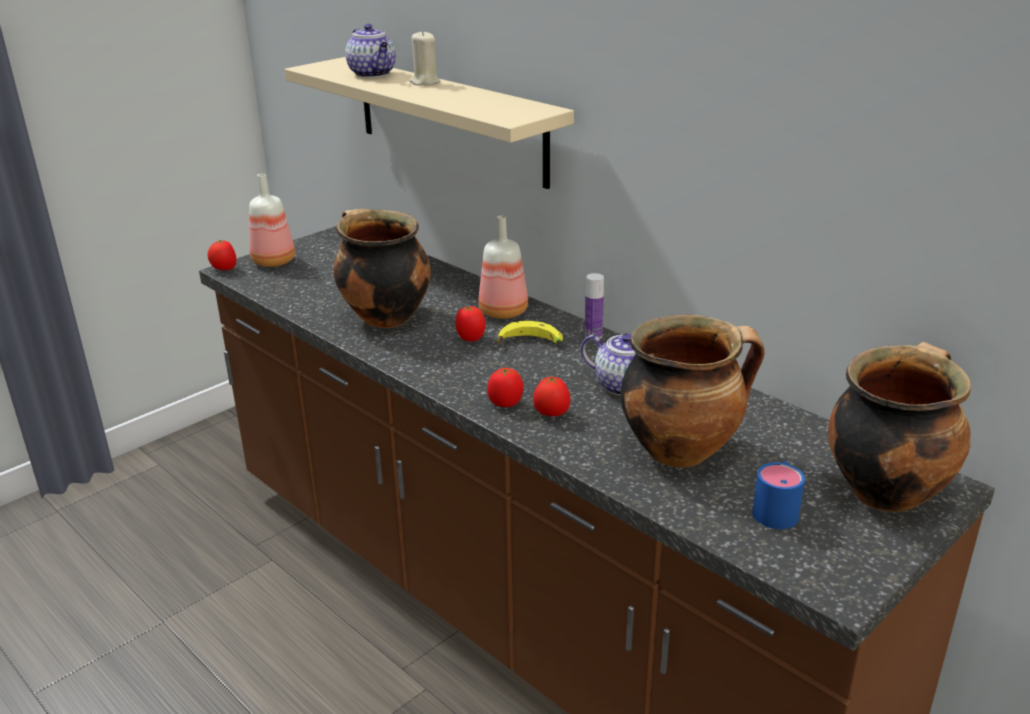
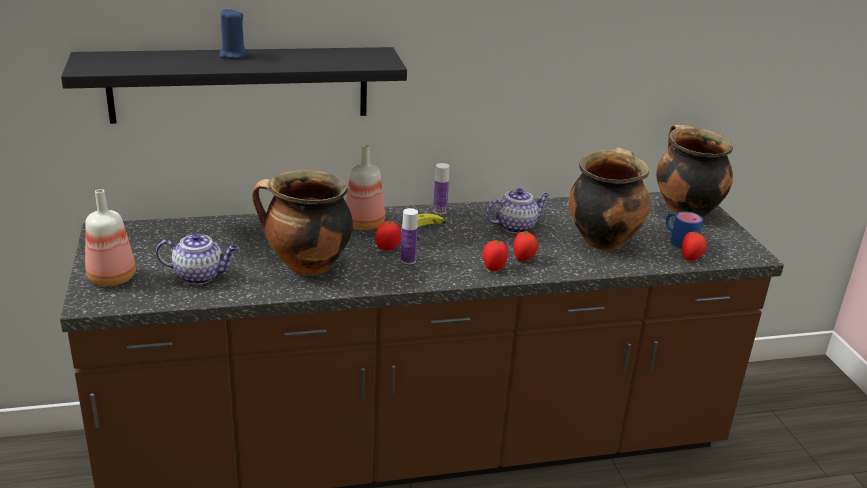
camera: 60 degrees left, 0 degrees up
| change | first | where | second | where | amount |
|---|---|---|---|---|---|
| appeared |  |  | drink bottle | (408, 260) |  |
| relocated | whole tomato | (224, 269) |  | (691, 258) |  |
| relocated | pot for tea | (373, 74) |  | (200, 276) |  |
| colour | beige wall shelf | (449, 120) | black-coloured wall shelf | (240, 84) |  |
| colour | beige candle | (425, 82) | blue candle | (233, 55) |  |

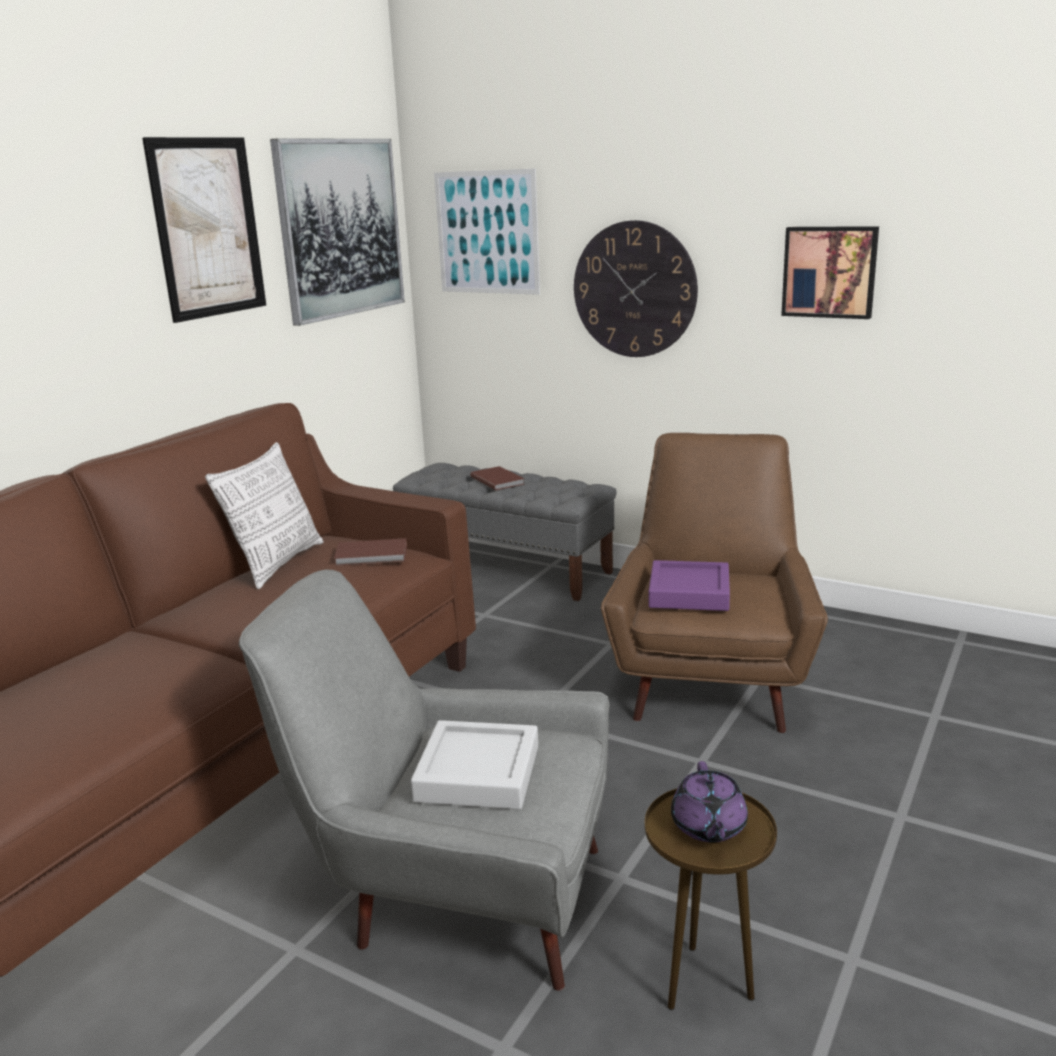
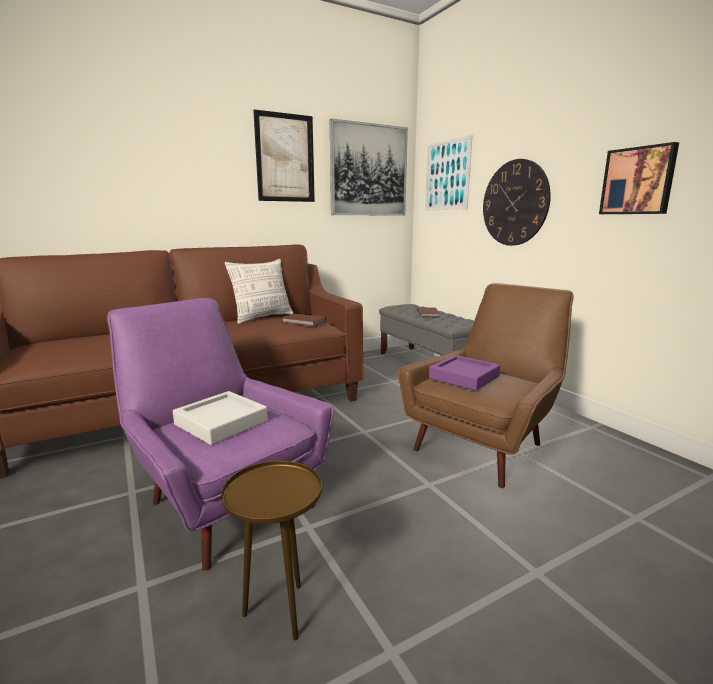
camera: 30 degrees right, 5 degrees down
| change | first | where | second | where | amount |
|---|---|---|---|---|---|
| missing | purplish pot for tea | (708, 827) |  |  |  |
| colour | greyish armchair | (457, 896) | purplish armchair | (221, 499) |  |

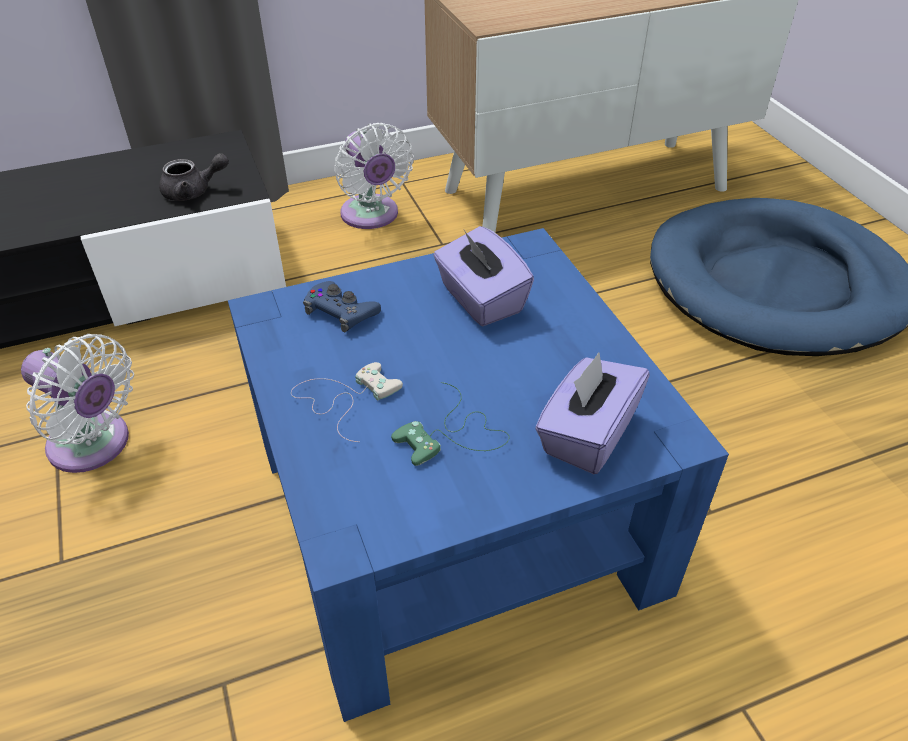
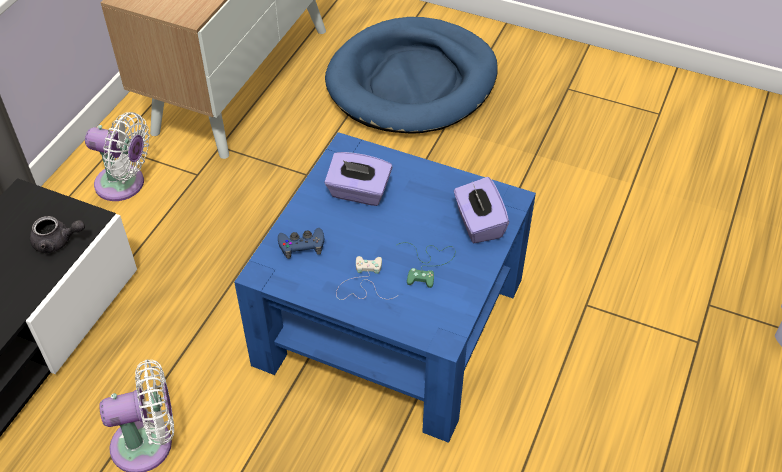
camera: 45 degrees left, 5 degrees up
| change | first | where | second | where | amount |
|---|---|---|---|---|---|
| spun | greyish pot for tea | (193, 192) |  | (57, 242) | 60 degrees clockwise |

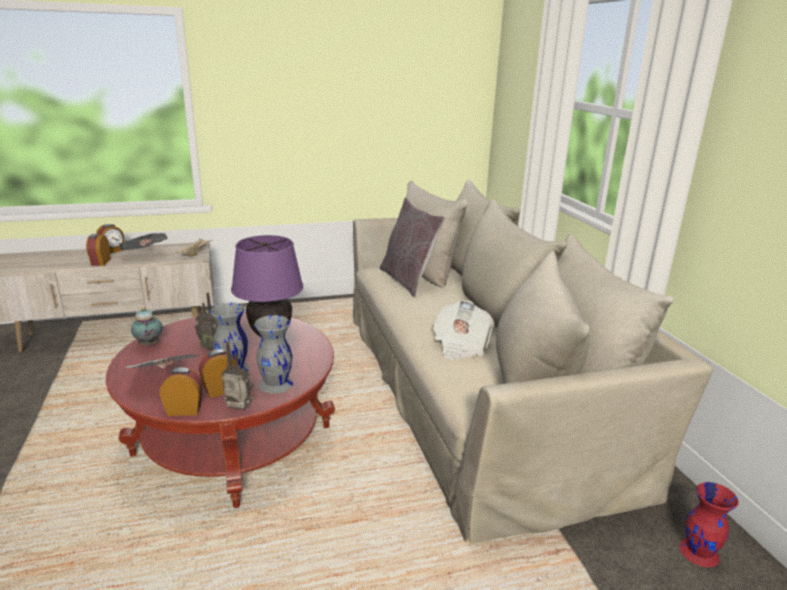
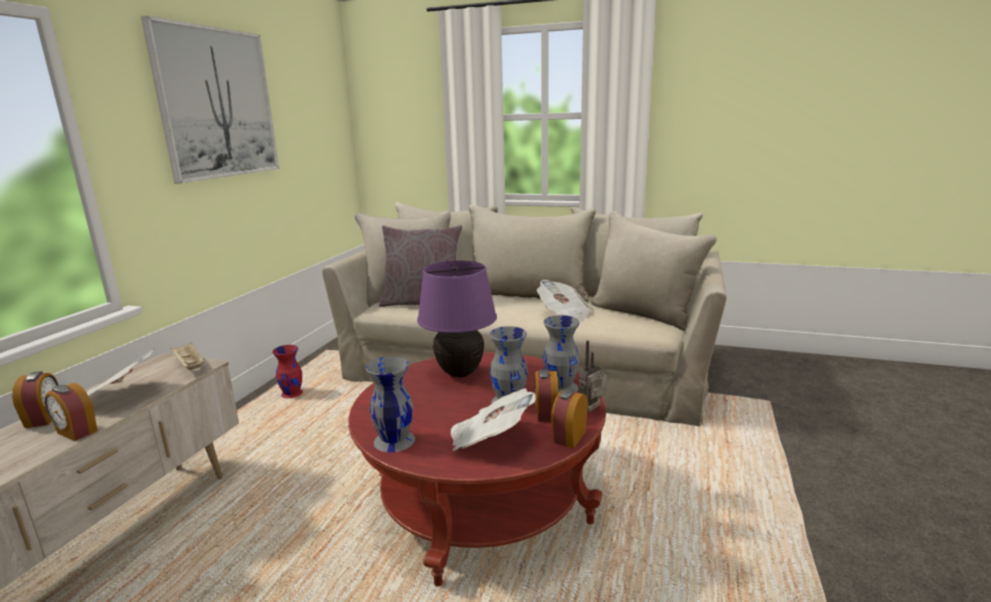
camera: 55 degrees left, 5 degrees down
| change | first | where | second | where | amount |
|---|---|---|---|---|---|
| missing | radio set | (210, 347) |  |  |  |
| appeared |  |  | wall picture | (217, 103) |  |
| relocated | red decorative vase | (699, 552) |  | (292, 394) |  |
| exchanged | pot for tea | (149, 345) | greyish decorative vase | (393, 440) |  |

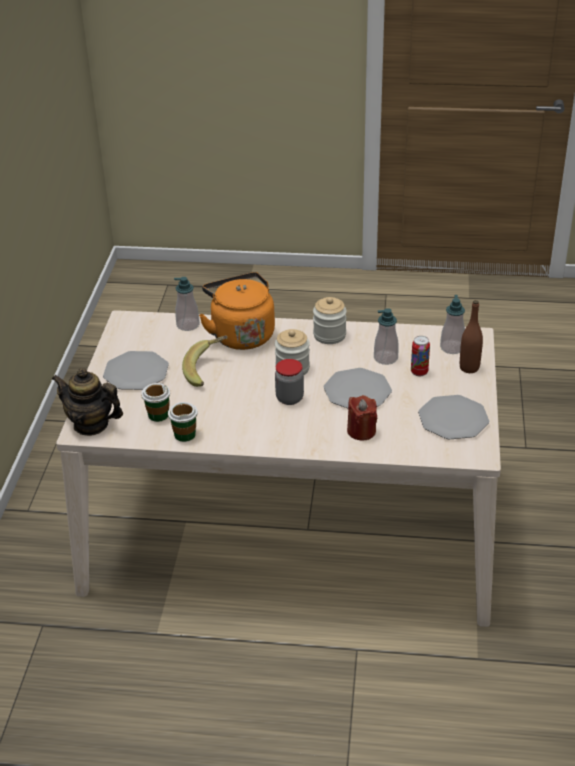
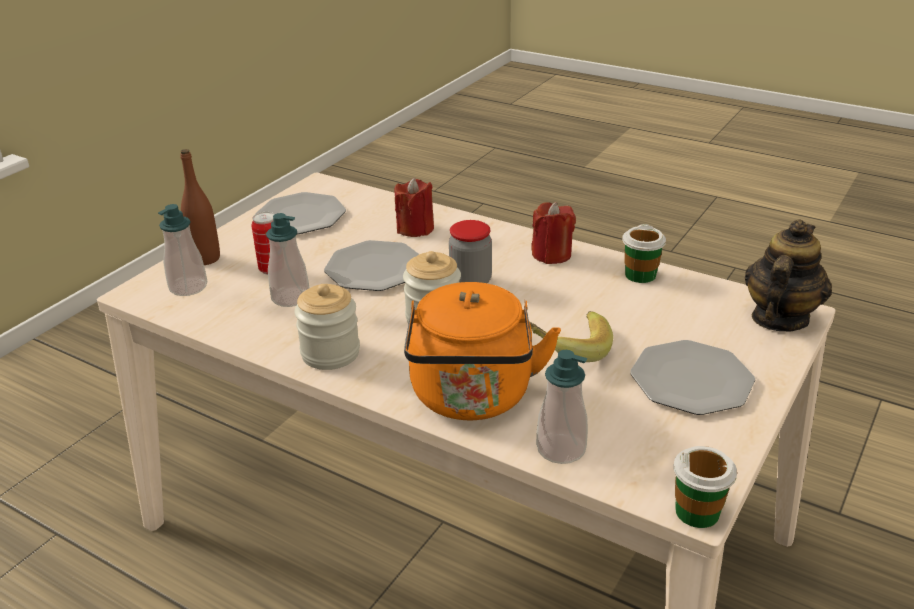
camera: 155 degrees left, 5 degrees down
| change | first | where | second | where | amount |
|---|---|---|---|---|---|
| appeared |  |  | red candle | (551, 254) |  |
| relocated | drinking cup | (158, 415) |  | (697, 512) |  |
| spun | pot for tea | (91, 424) |  | (779, 318) | 105 degrees counterclockwise |

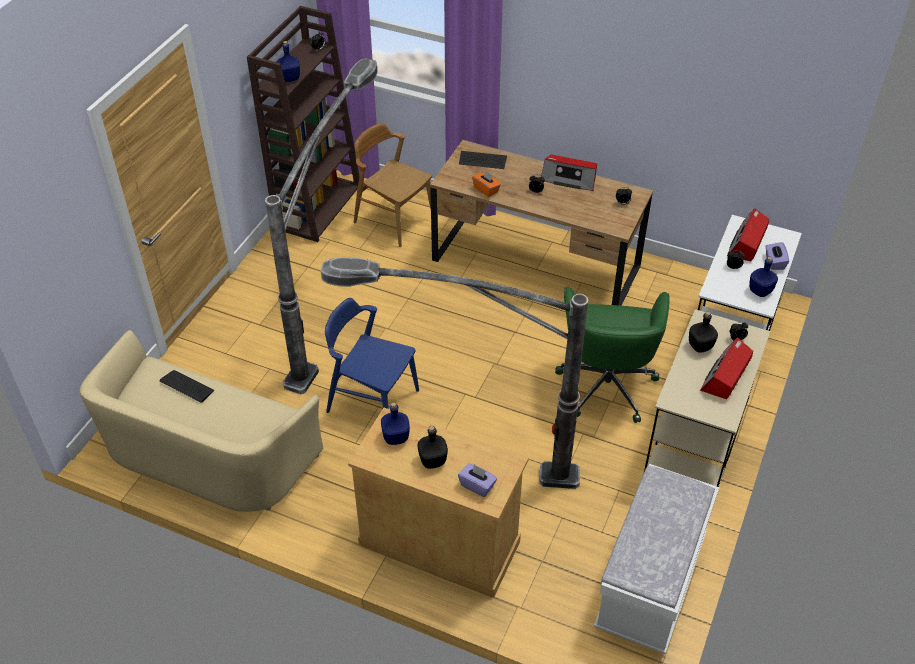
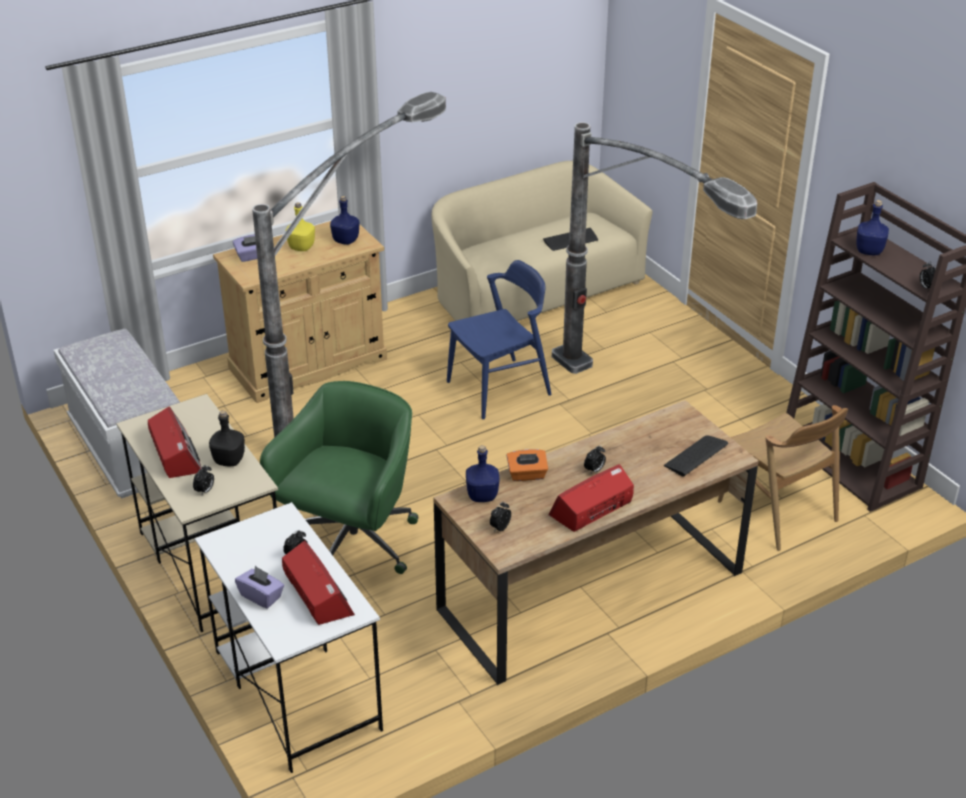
camera: 125 degrees right, 10 degrees down
| change | first | where | second | where | amount |
|---|---|---|---|---|---|
| relocated | orangey tissue holder | (486, 189) |  | (527, 475) |  |
| relocated | blue drink bottle | (760, 291) |  | (482, 495) |  |
| colour | black-coloured drink bottle | (432, 460) | yellow drink bottle | (302, 247) |  |
| spun | brown-coloured chair | (394, 220) |  | (777, 511) | 75 degrees clockwise |
| spun | green computer chair | (607, 384) |  | (351, 544) | 75 degrees clockwise |

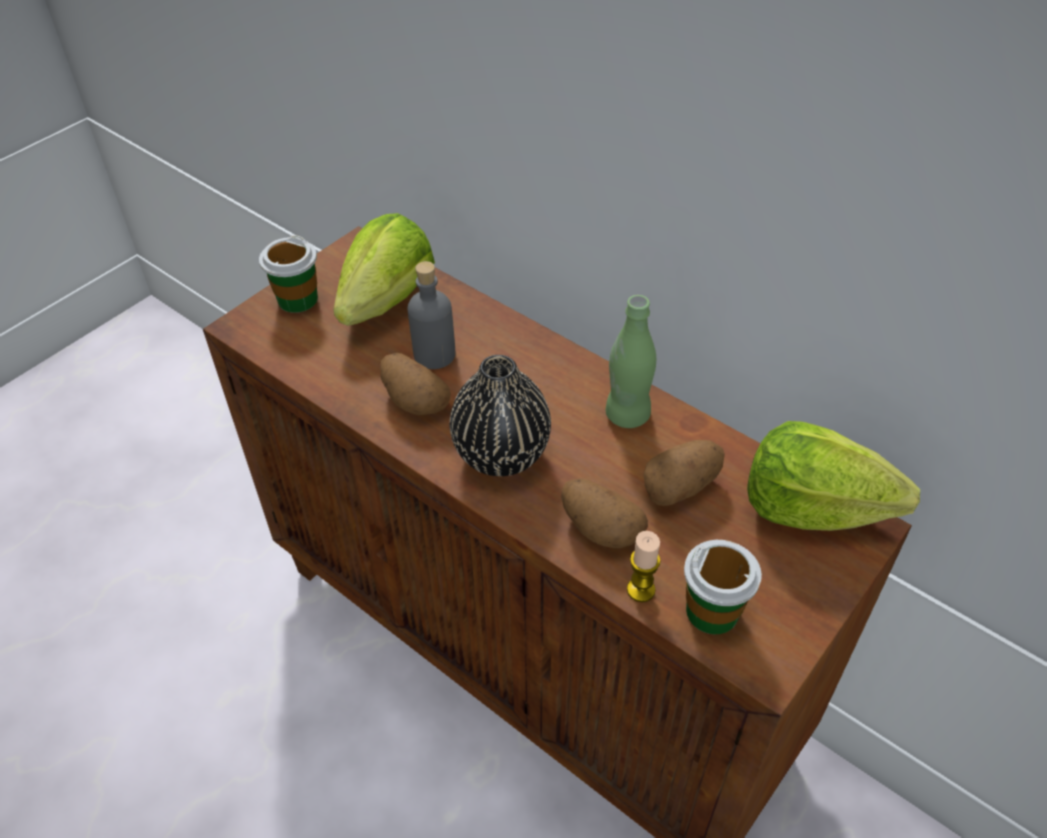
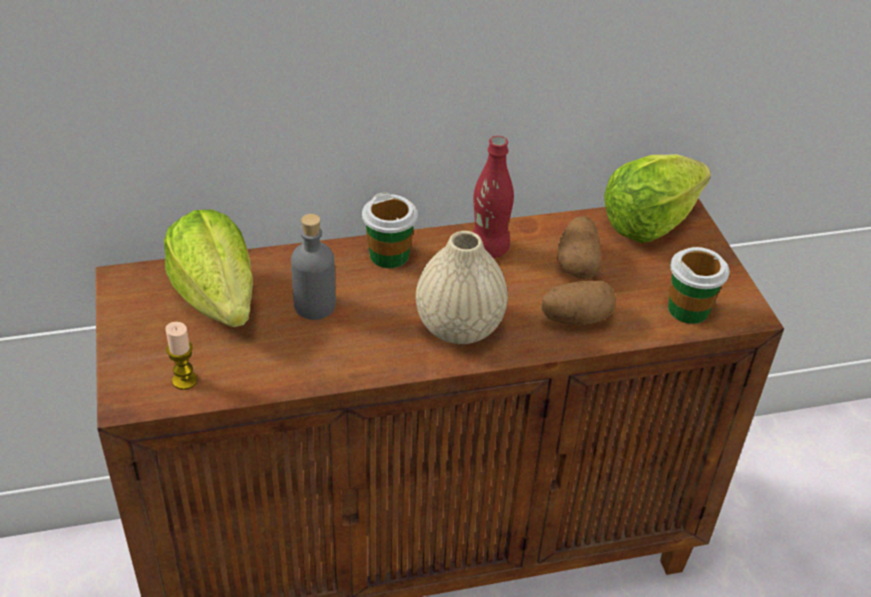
camera: 55 degrees left, 5 degrees down
| change | first | where | second | where | amount |
|---|---|---|---|---|---|
| missing | spud | (413, 400) |  |  |  |
| relocated | drinking cup | (297, 299) |  | (389, 255) |  |
| relocated | candle | (641, 590) |  | (185, 380) |  |
| colour | black-coloured decorative vase | (501, 454) | beige decorative vase | (459, 326) |  |
| colour | green drink bottle | (627, 415) | red drink bottle | (489, 248) |  |

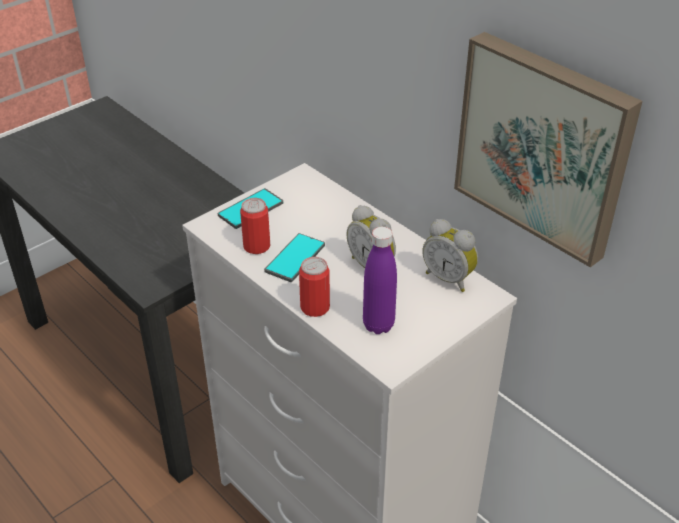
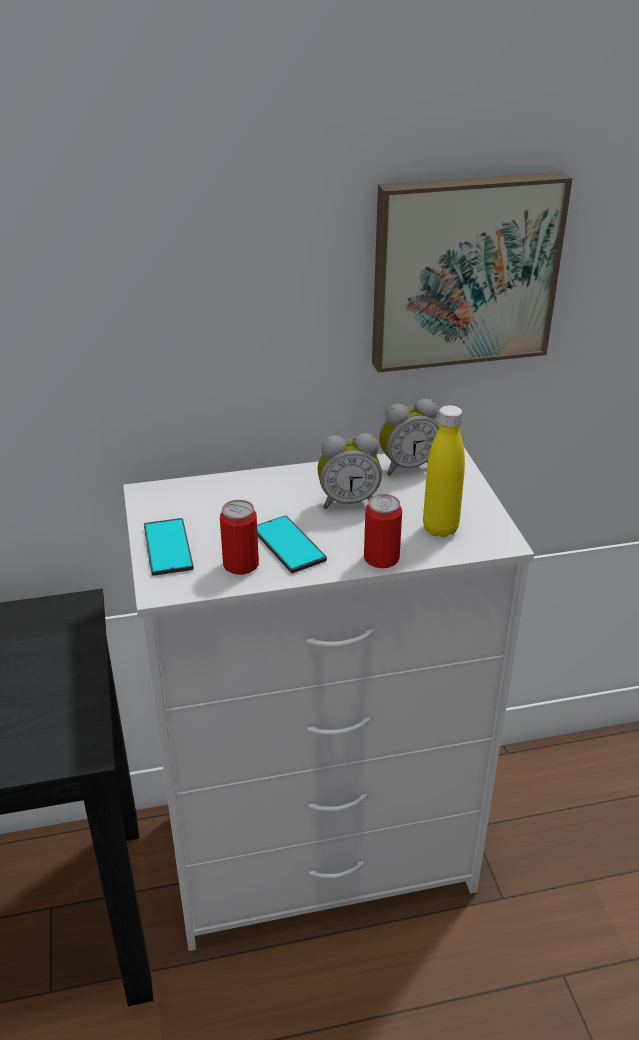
camera: 60 degrees left, 5 degrees down
| change | first | where | second | where | amount |
|---|---|---|---|---|---|
| colour | purplish drink bottle | (378, 325) | yellow drink bottle | (440, 528) |  |

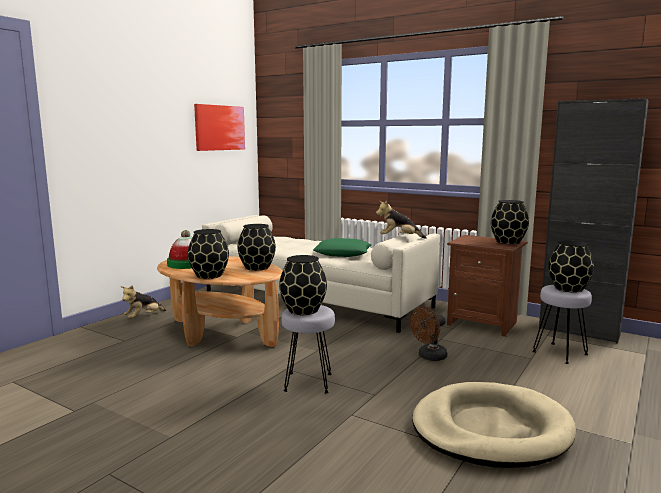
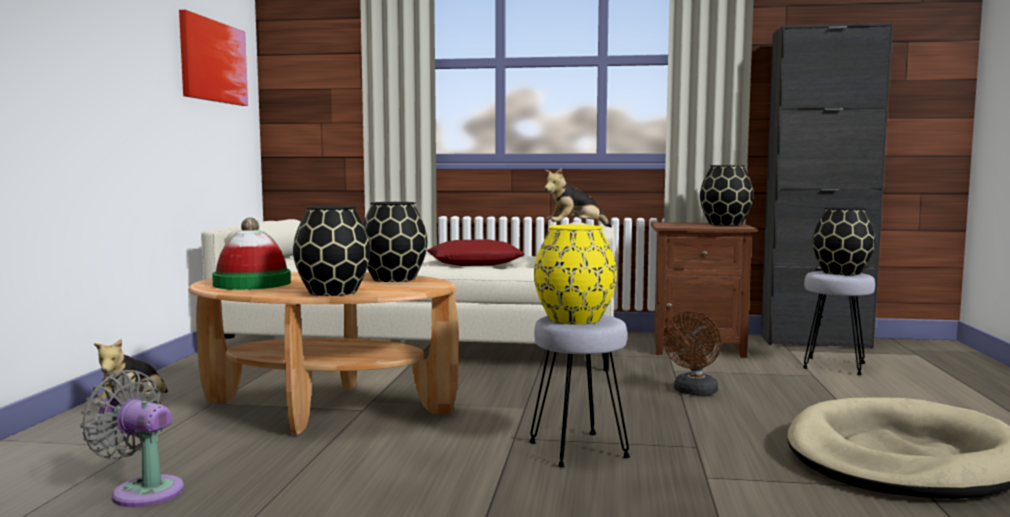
camera: 25 degrees left, 5 degrees down
| change | first | where | second | where | amount |
|---|---|---|---|---|---|
| appeared |  |  | greyish electric fan | (142, 491) |  |
| colour | black-coloured decorative vase | (304, 310) | yellow decorative vase | (575, 319) |  |
| colour | green cushion | (342, 253) | red cushion | (475, 262) |  |

